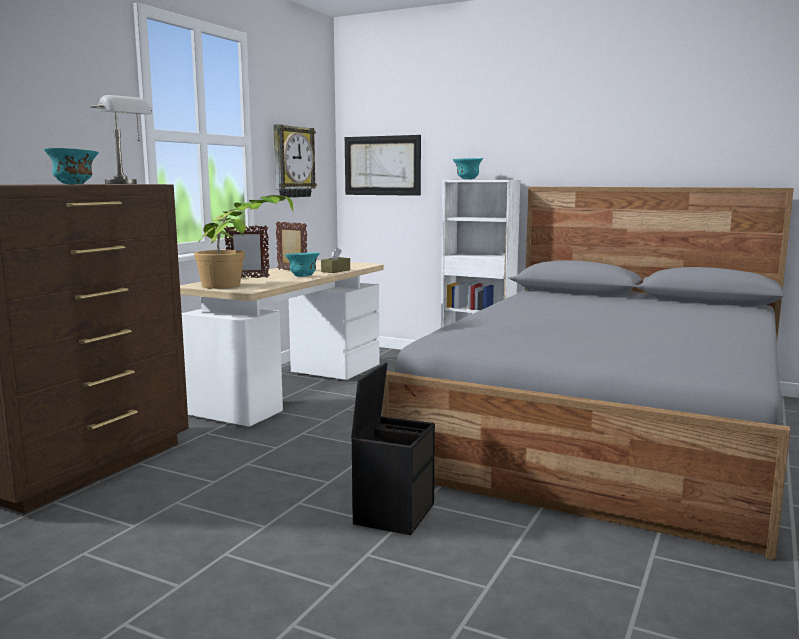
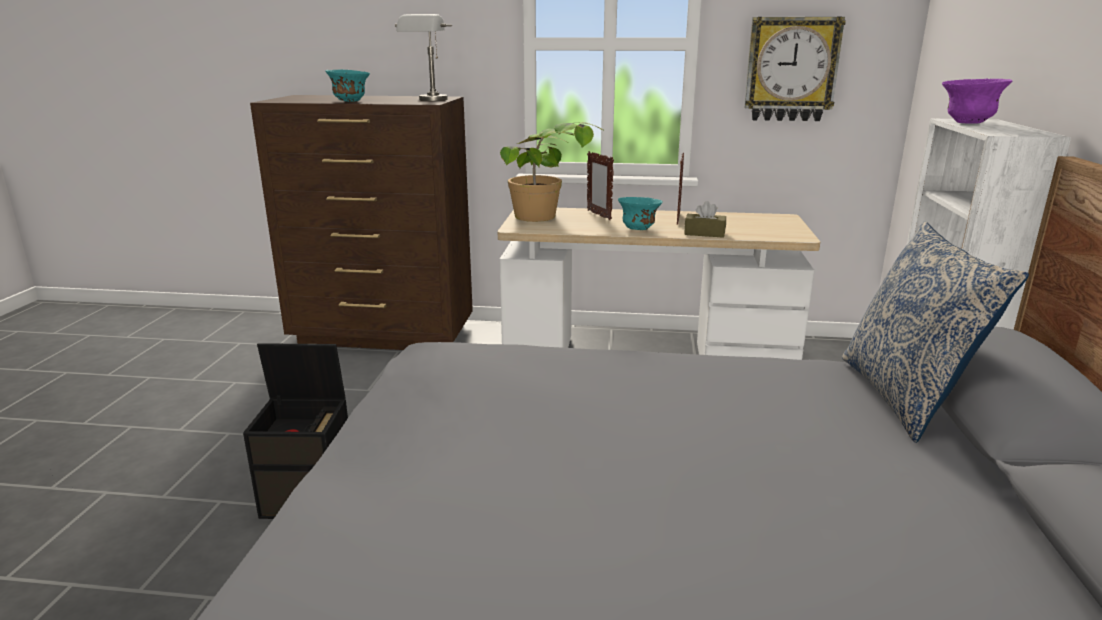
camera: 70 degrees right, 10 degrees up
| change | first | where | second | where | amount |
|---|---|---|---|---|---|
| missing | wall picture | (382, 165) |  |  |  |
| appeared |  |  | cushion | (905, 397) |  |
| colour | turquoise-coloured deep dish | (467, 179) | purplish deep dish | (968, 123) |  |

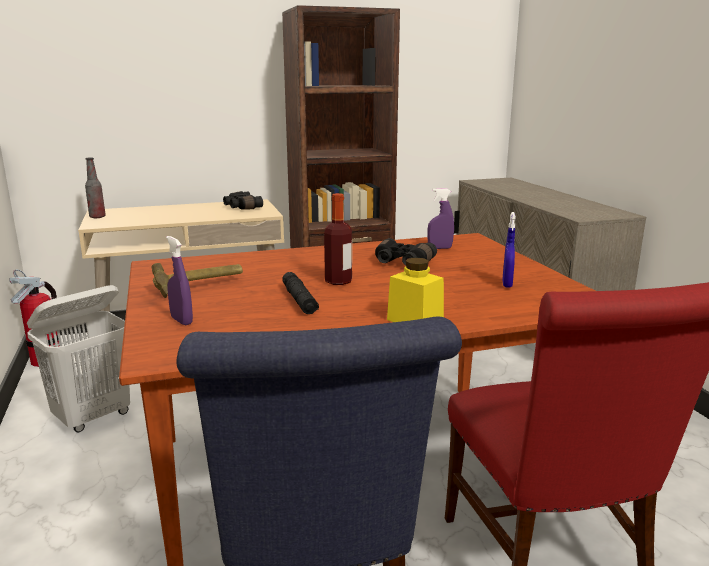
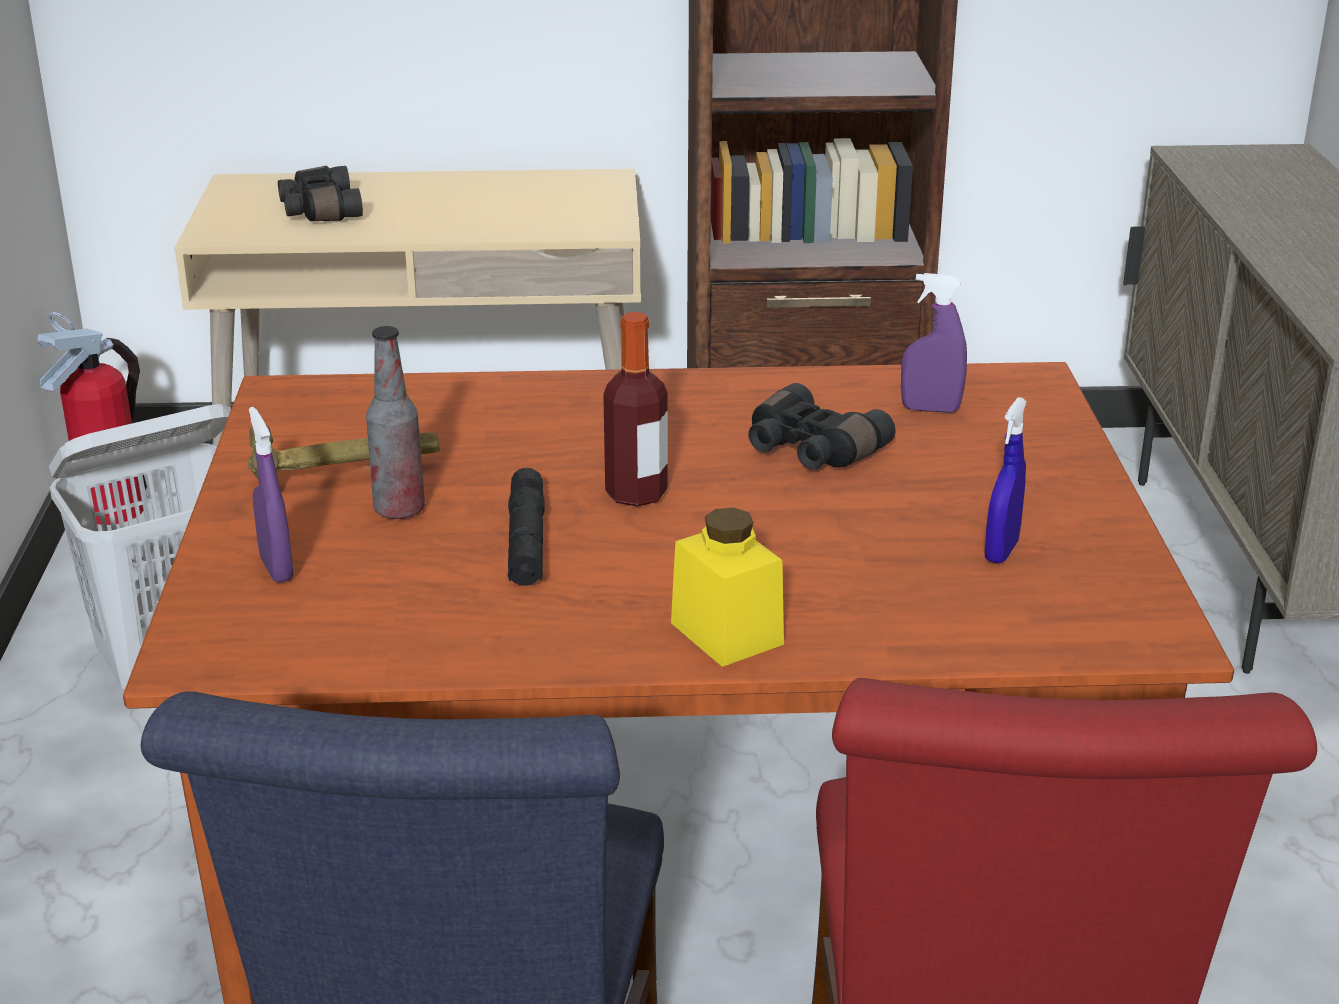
camera: 15 degrees right, 10 degrees up
| change | first | where | second | where | amount |
|---|---|---|---|---|---|
| relocated | drink bottle | (97, 217) |  | (399, 510) |  |
| relocated | black-coloured field glasses | (241, 207) |  | (319, 210) |  |

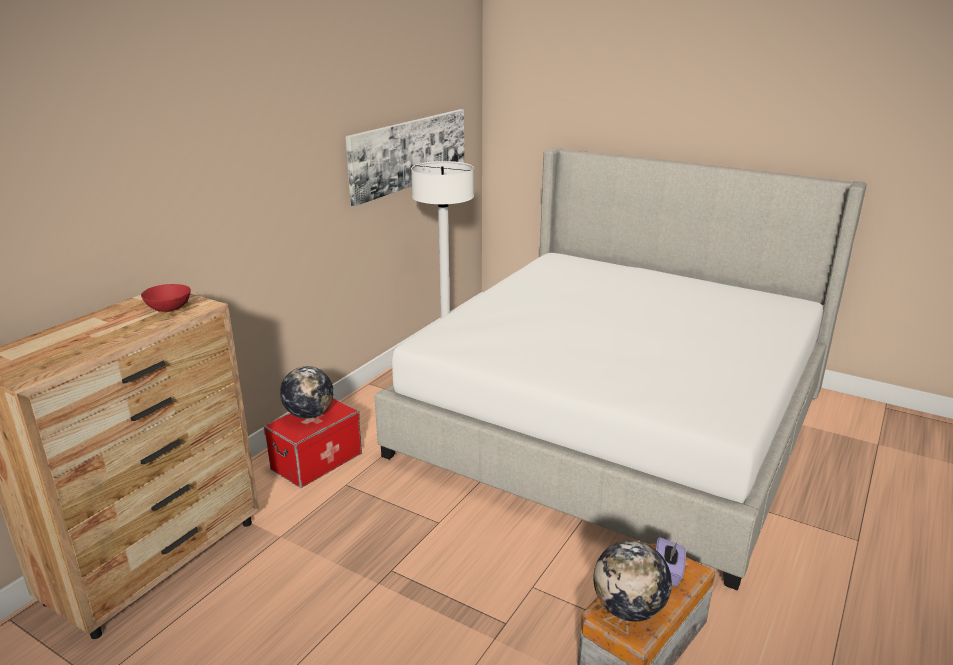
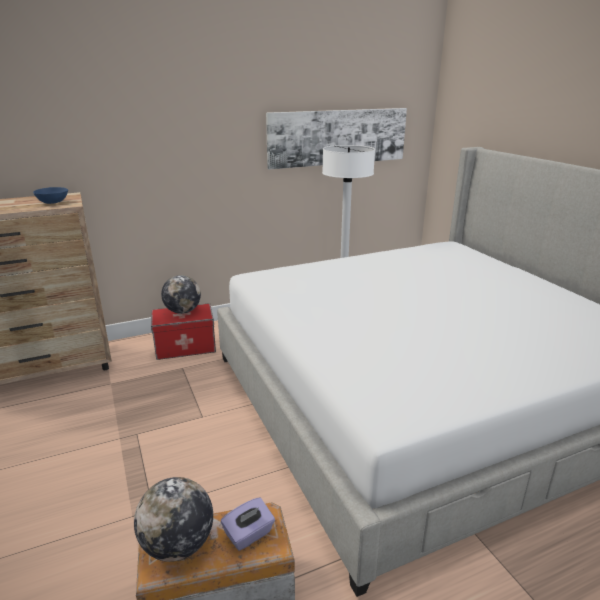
camera: 35 degrees right, 0 degrees up
| change | first | where | second | where | amount |
|---|---|---|---|---|---|
| colour | red deep dish | (168, 308) | blue deep dish | (52, 202) |  |

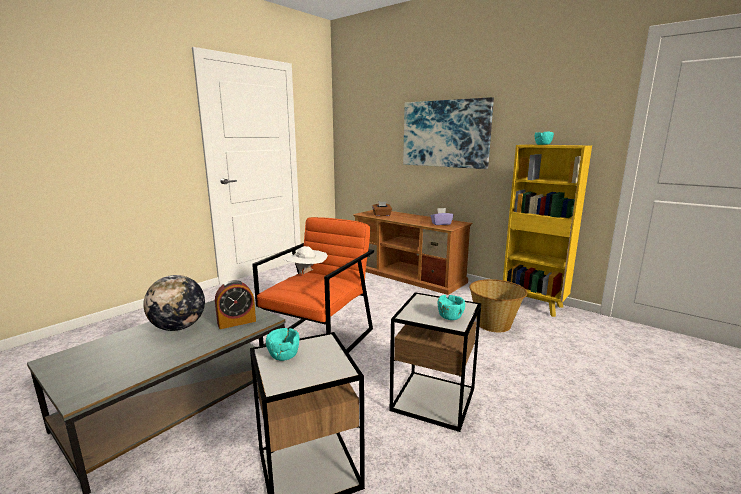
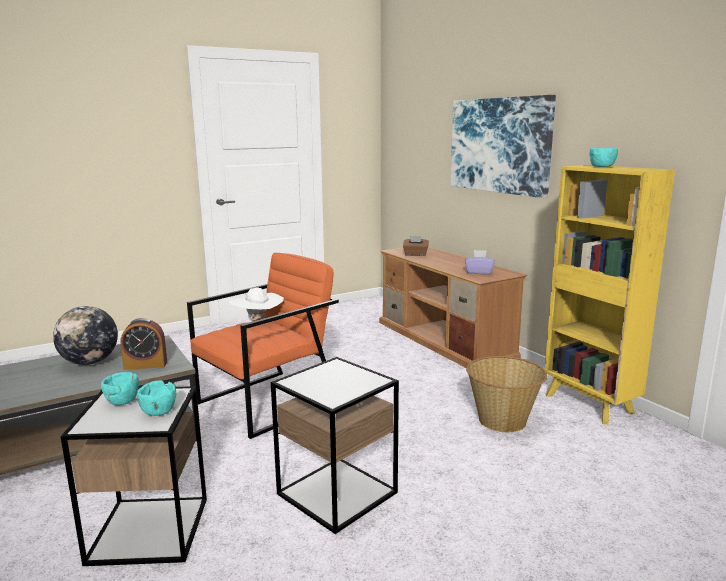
camera: 20 degrees right, 0 degrees up
| change | first | where | second | where | amount |
|---|---|---|---|---|---|
| relocated | turquoise-coloured deep dish | (450, 317) |  | (158, 411) |  |

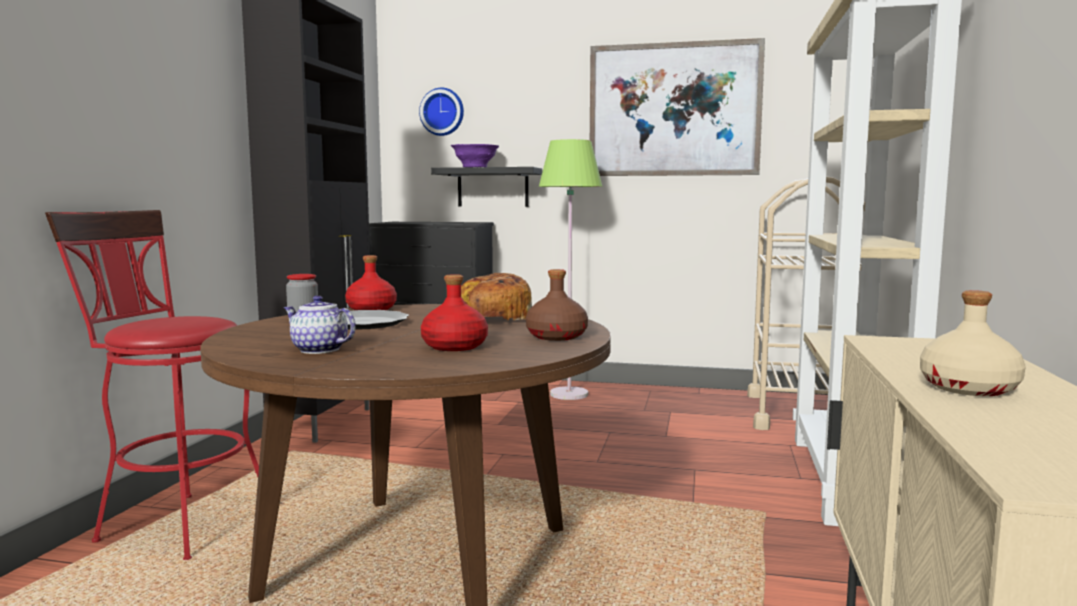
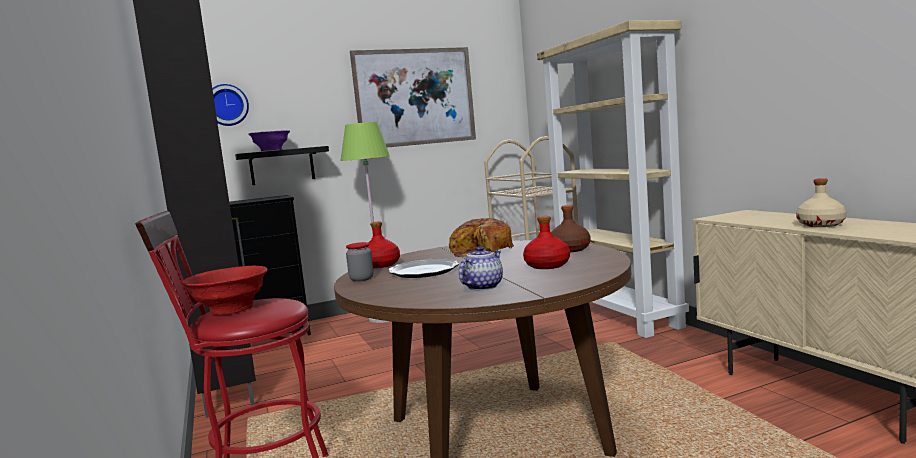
camera: 35 degrees left, 0 degrees up
| change | first | where | second | where | amount |
|---|---|---|---|---|---|
| appeared |  |  | red deep dish | (230, 309) |  |
| spun | pot for tea | (318, 350) |  | (483, 287) | 135 degrees clockwise |

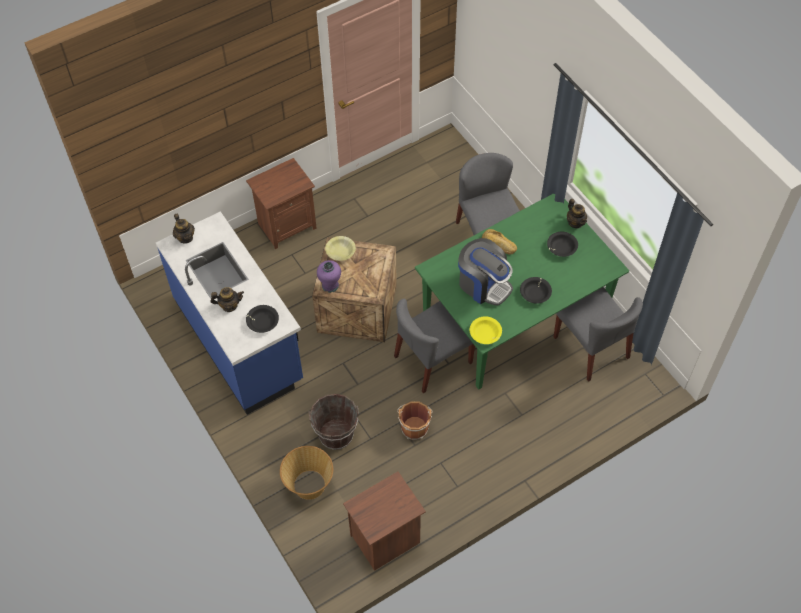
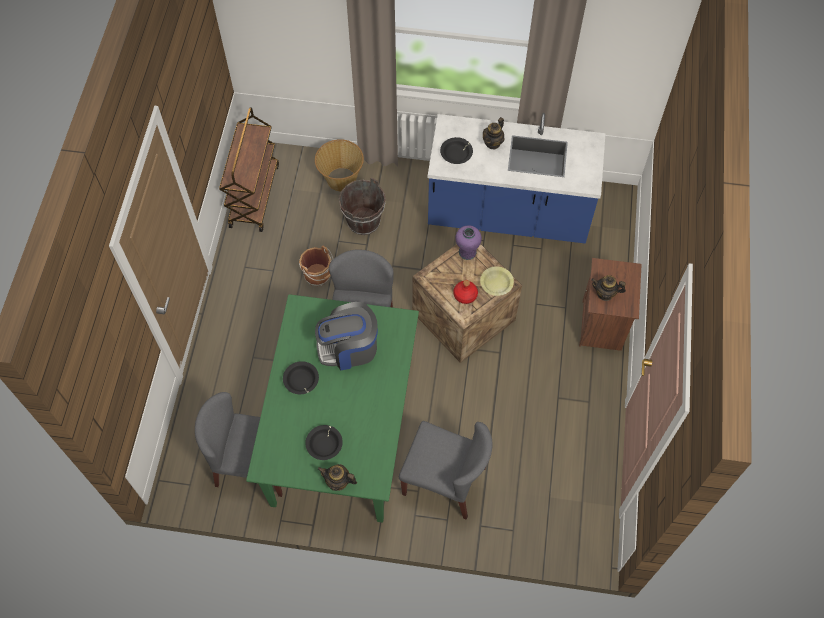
camera: 130 degrees right, 5 degrees up
| change | first | where | second | where | amount |
|---|---|---|---|---|---|
| missing | yellow deep dish | (485, 333) |  |  |  |
| missing | bakery bread | (498, 244) |  |  |  |
| appeared |  |  | red drink bottle | (465, 295) |  |
| relocated | pot for tea | (185, 237) |  | (605, 294) |  |
| exchanged | brown-coloured bedside table | (386, 540) | brown-coloured trolley | (254, 195) |  |

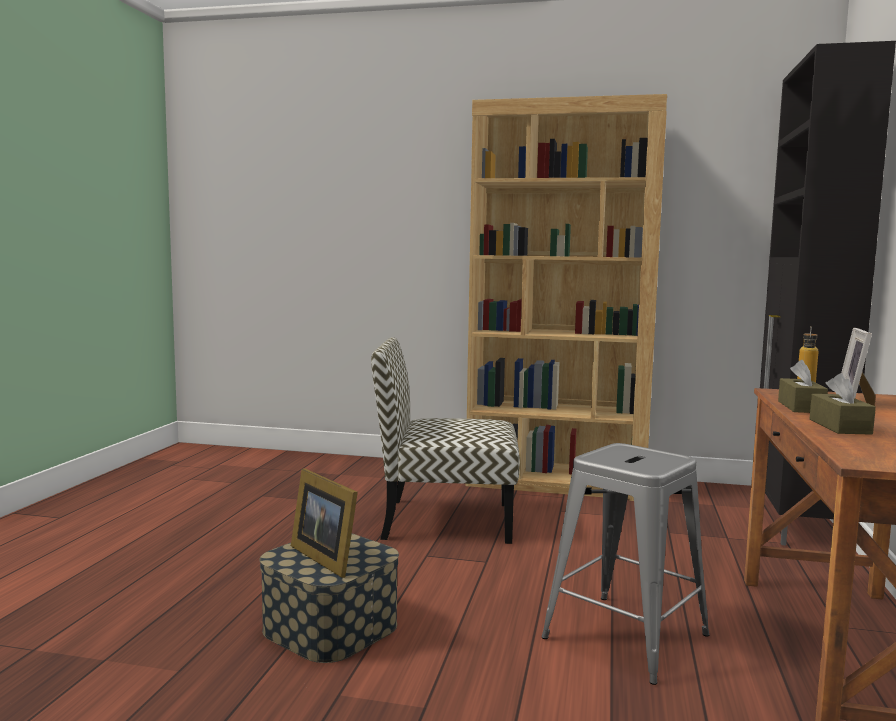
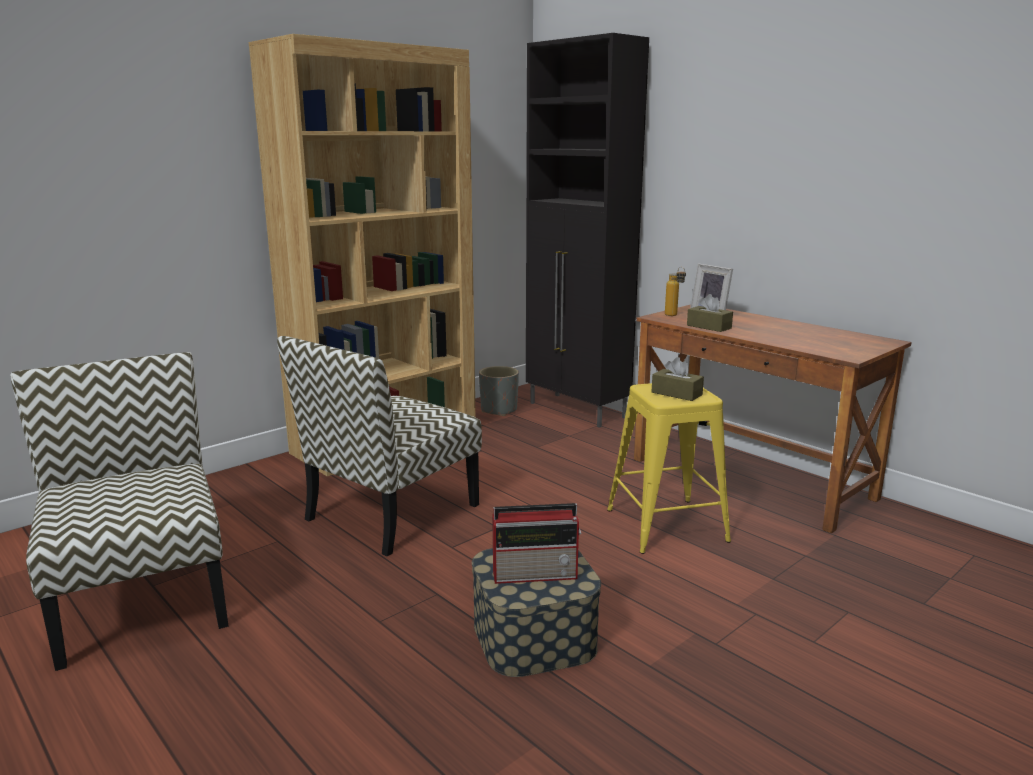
camera: 55 degrees left, 10 degrees up
| change | first | where | second | where | amount |
|---|---|---|---|---|---|
| appeared |  |  | chair | (141, 601) |  |
| appeared |  |  | greyish planter | (499, 410) |  |
| relocated | brown-coloured tissue holder | (839, 426) |  | (676, 393) |  |
| exchanged | photo frame | (326, 557) | radio set | (536, 574) |  |
| colour | greyish sitting stool | (626, 636) | yellow sitting stool | (666, 525) |  |

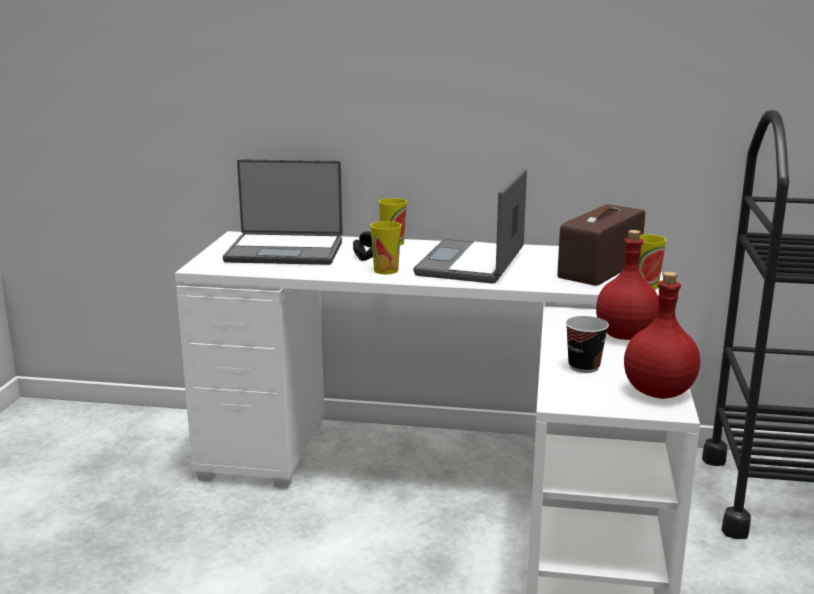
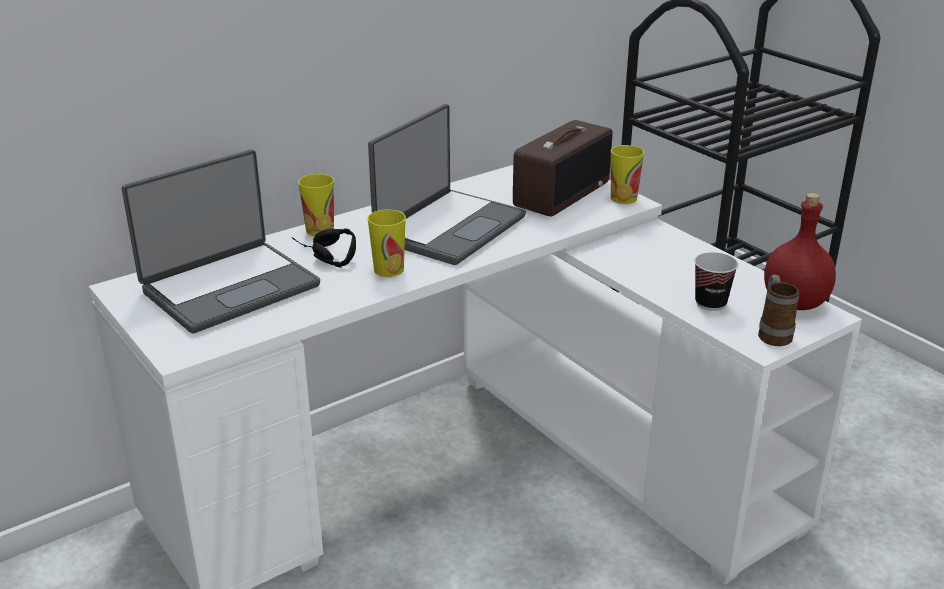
camera: 45 degrees left, 10 degrees up
| change | first | where | second | where | amount |
|---|---|---|---|---|---|
| missing | red drink bottle | (625, 336) |  |  |  |
| appeared |  |  | mug | (773, 334) |  |
| spun | laptop | (473, 264) |  | (448, 228) | 120 degrees counterclockwise |
| spun | radio set | (601, 270) |  | (561, 193) | 135 degrees counterclockwise |

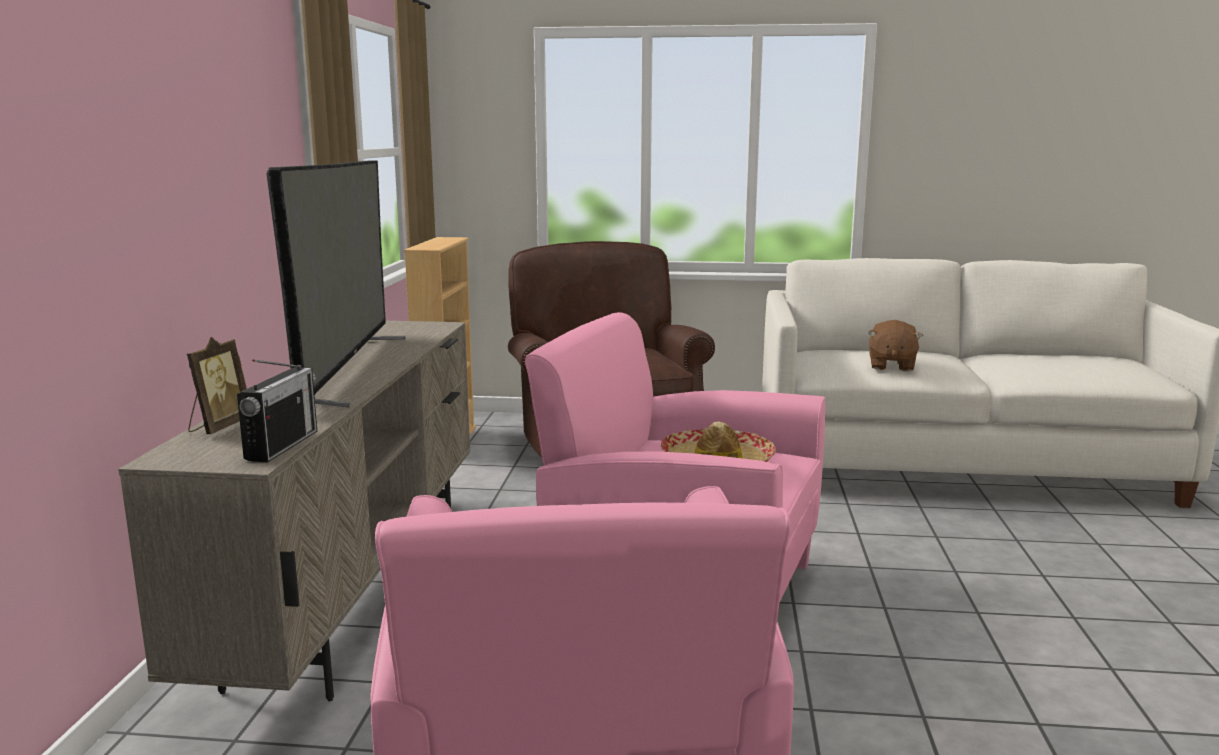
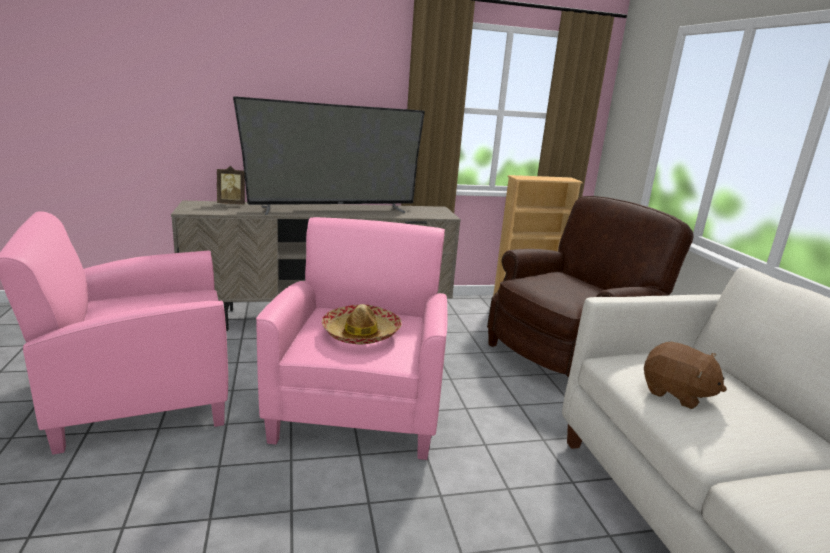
camera: 70 degrees right, 5 degrees up
| change | first | where | second | where | amount |
|---|---|---|---|---|---|
| missing | radio set | (282, 445) |  |  |  |
| spun | brown-coloured cuddly toy | (891, 366) |  | (676, 394) | 135 degrees counterclockwise |

